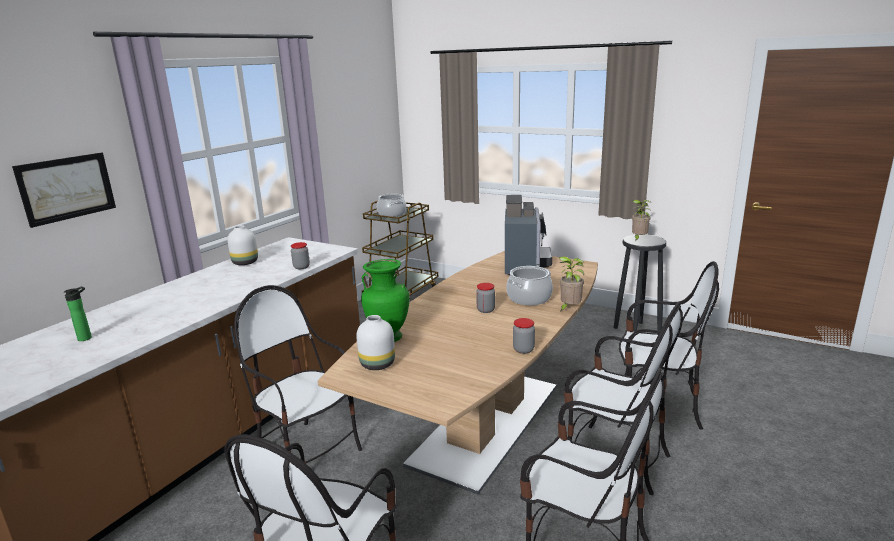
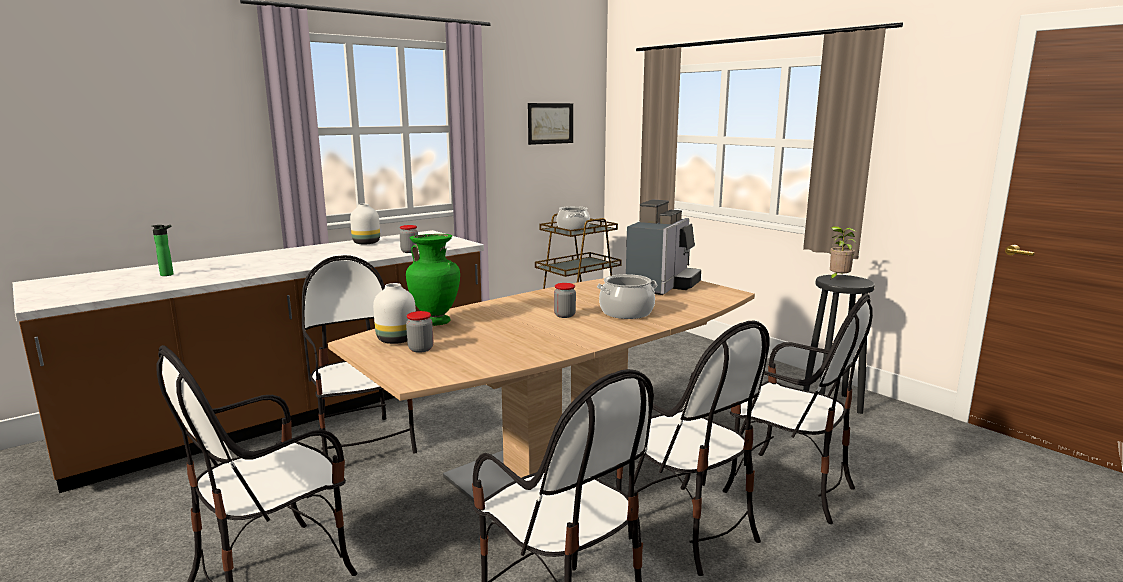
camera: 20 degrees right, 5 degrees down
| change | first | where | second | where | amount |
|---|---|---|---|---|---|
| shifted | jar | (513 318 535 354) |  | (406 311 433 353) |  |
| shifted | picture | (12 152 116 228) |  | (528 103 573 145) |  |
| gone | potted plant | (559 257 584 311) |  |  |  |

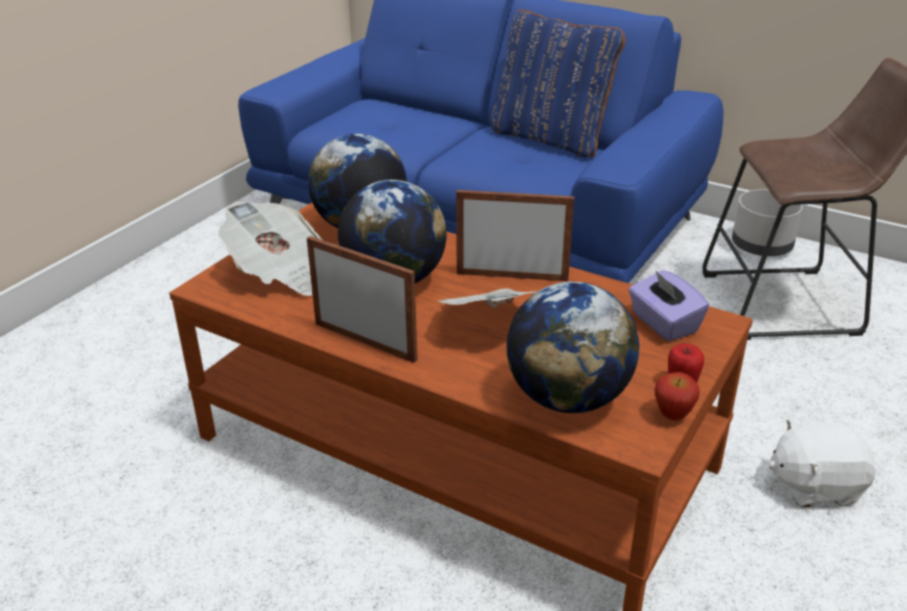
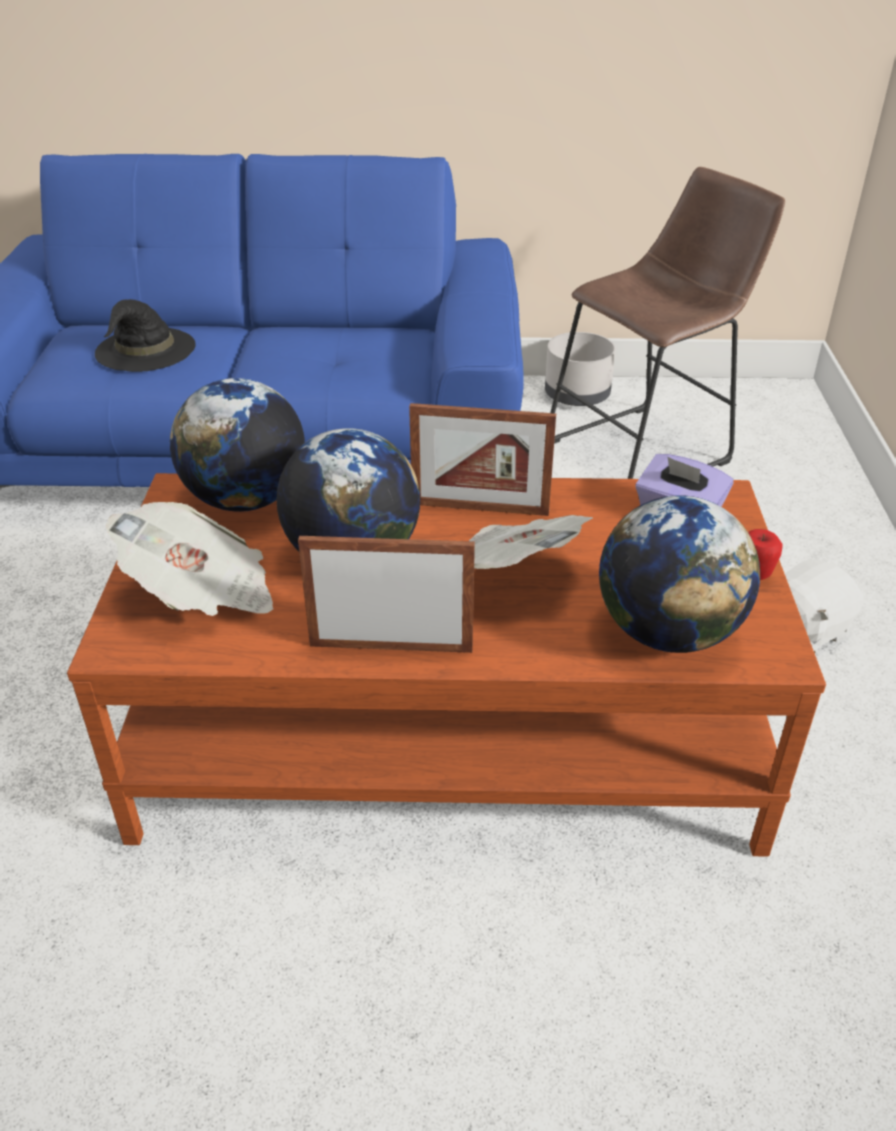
camera: 30 degrees left, 5 degrees up
| change | first | where | second | where | amount |
|---|---|---|---|---|---|
| new |  |  | black hat | (95 299 196 372) |  |
| rotated | picture frame | (456 190 574 281) |  | (409 403 556 516) | 150 degrees counterclockwise |
| gone | blue pillow | (490 10 625 158) |  |  |  |
| gone | apple | (655 372 700 420) |  |  |  |

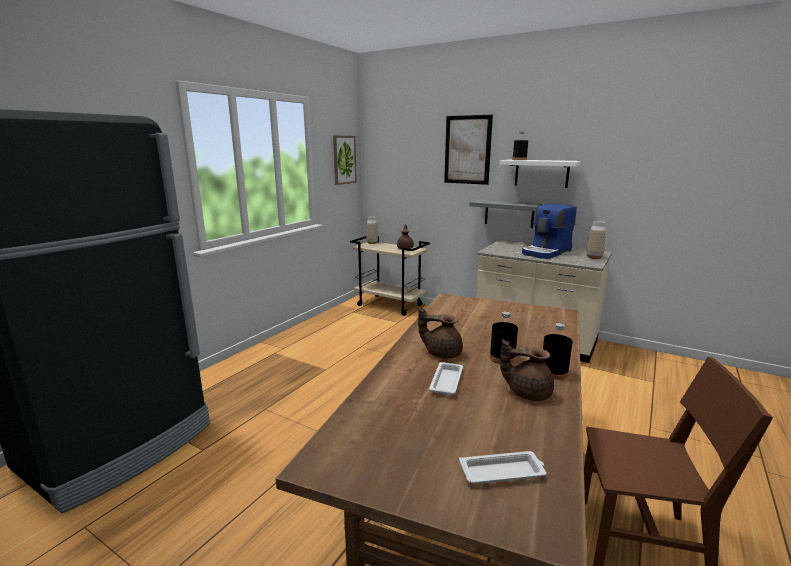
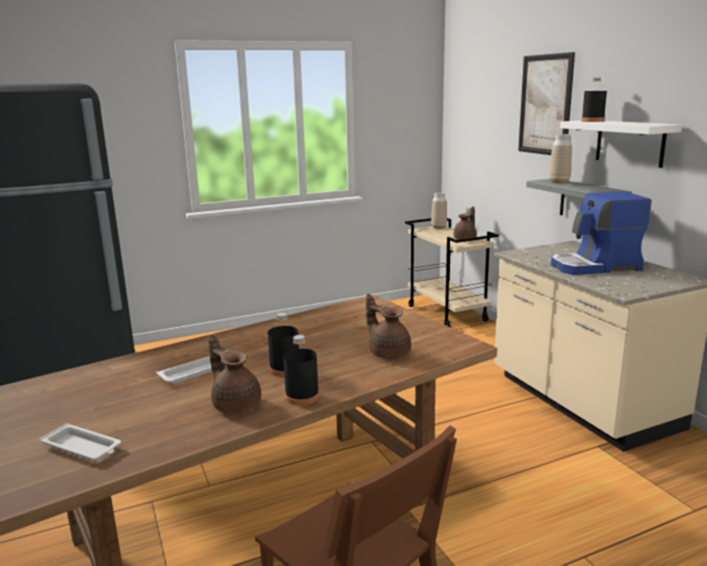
camera: 35 degrees right, 0 degrees up
| change | first | where | second | where | amount |
|---|---|---|---|---|---|
| shifted | brown teapot | (418 307 463 359) |  | (366 294 411 359) |  |
| shifted | vase | (586 221 606 259) |  | (549 134 572 184) |  |
| gone | picture | (333 135 357 185) |  |  |  |

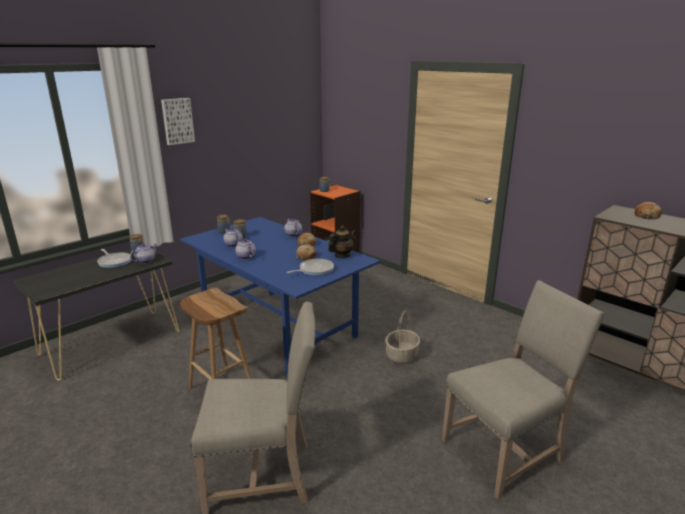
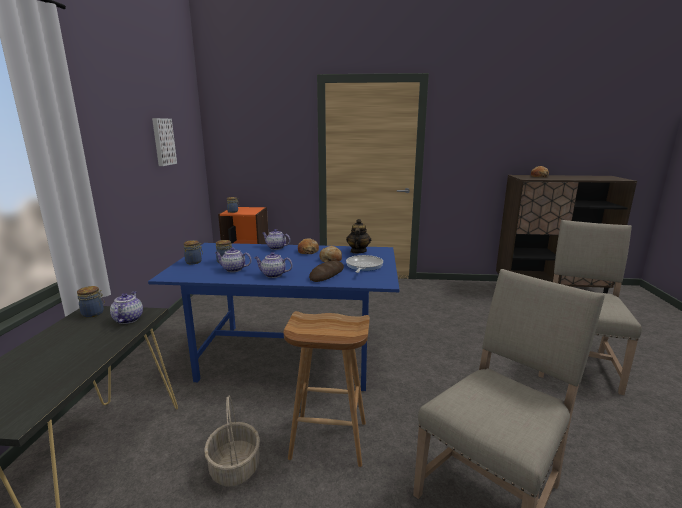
camera: 40 degrees left, 5 degrees down
| change | first | where | second | where | amount |
|---|---|---|---|---|---|
| shifted | picture | (161 98 195 145) |  | (152 118 177 166) |  |
| shifted | basket | (385 310 420 364) |  | (204 396 260 487) |  |
| new |  |  | bread | (309 261 344 282) |  |
| gone | frying pan | (97 249 131 268) |  |  |  |

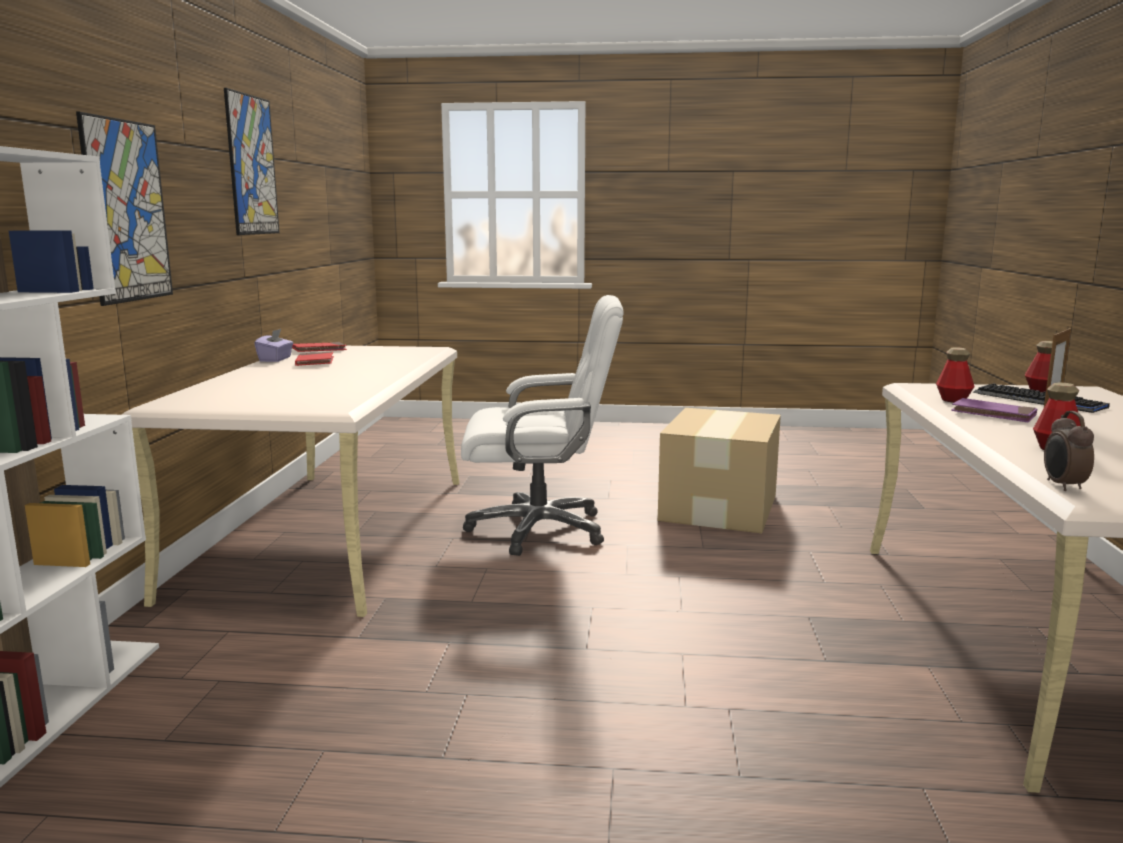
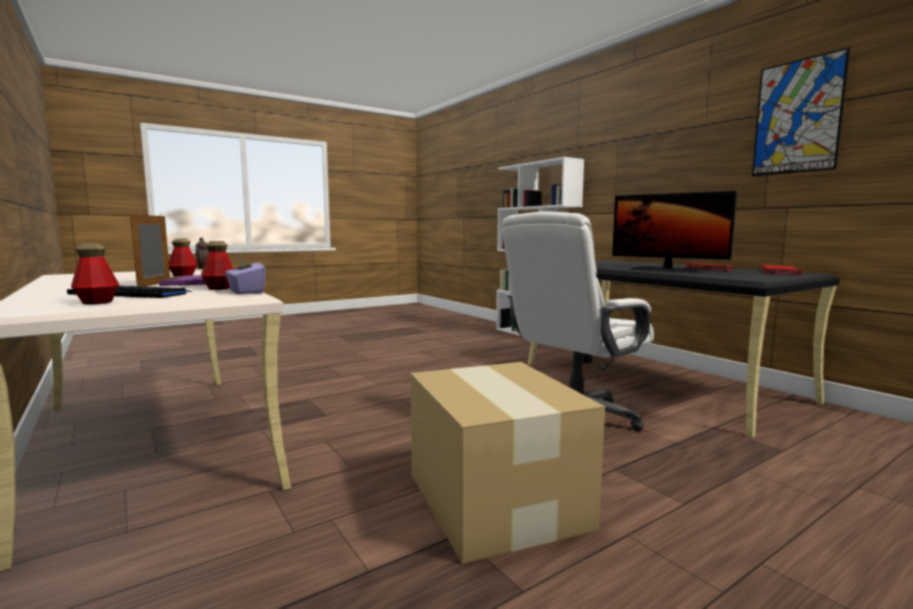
camera: 140 degrees right, 5 degrees down
| change | first | where | second | where | amount |
|---|---|---|---|---|---|
| shifted | purple tissue box | (254 329 293 362) |  | (225 255 266 294) |  |
| repainted | beige desk | (121 346 459 617) | black desk | (528 260 840 438) |  |
| new |  |  | monitor | (612 191 737 273) |  |
| gone | picture | (76 112 173 306) |  |  |  |

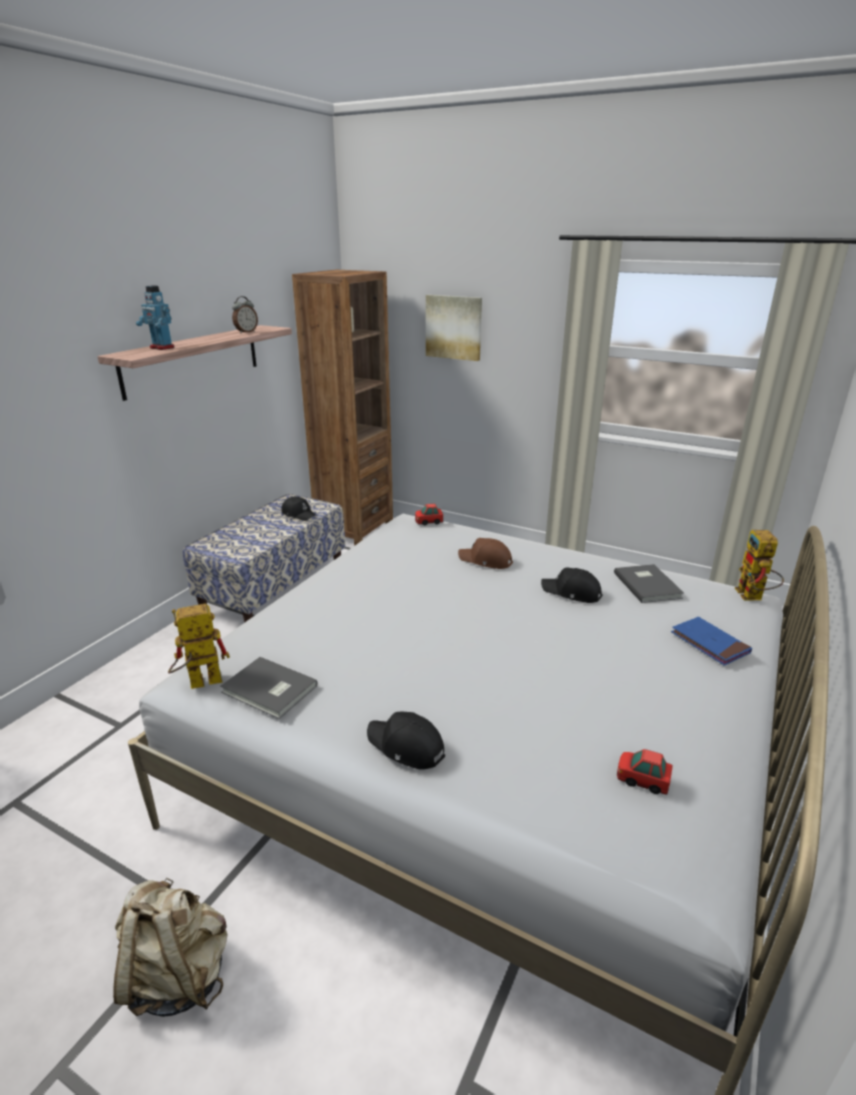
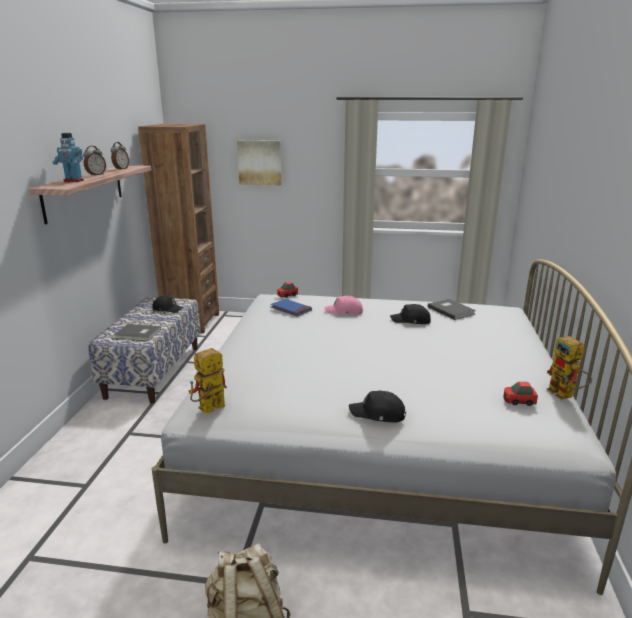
camera: 20 degrees left, 5 degrees down
| change | first | where | second | where | amount |
|---|---|---|---|---|---|
| new |  |  | alarm clock | (83 146 106 176) |  |
| shifted | grey book | (220 657 317 719) |  | (114 324 161 341) |  |
| shifted | blue book | (671 617 752 666) |  | (271 299 312 316) |  |
| repainted | brown cap | (458 538 513 569) | pink cap | (324 296 363 315) |  |
| shifted | toy robot | (735 530 784 601) |  | (546 336 592 400) |  |

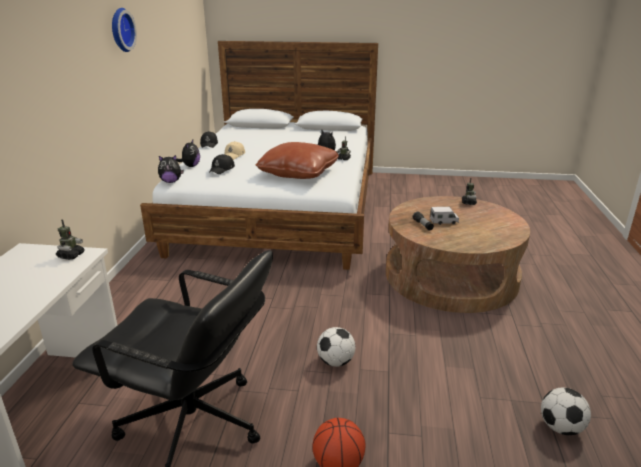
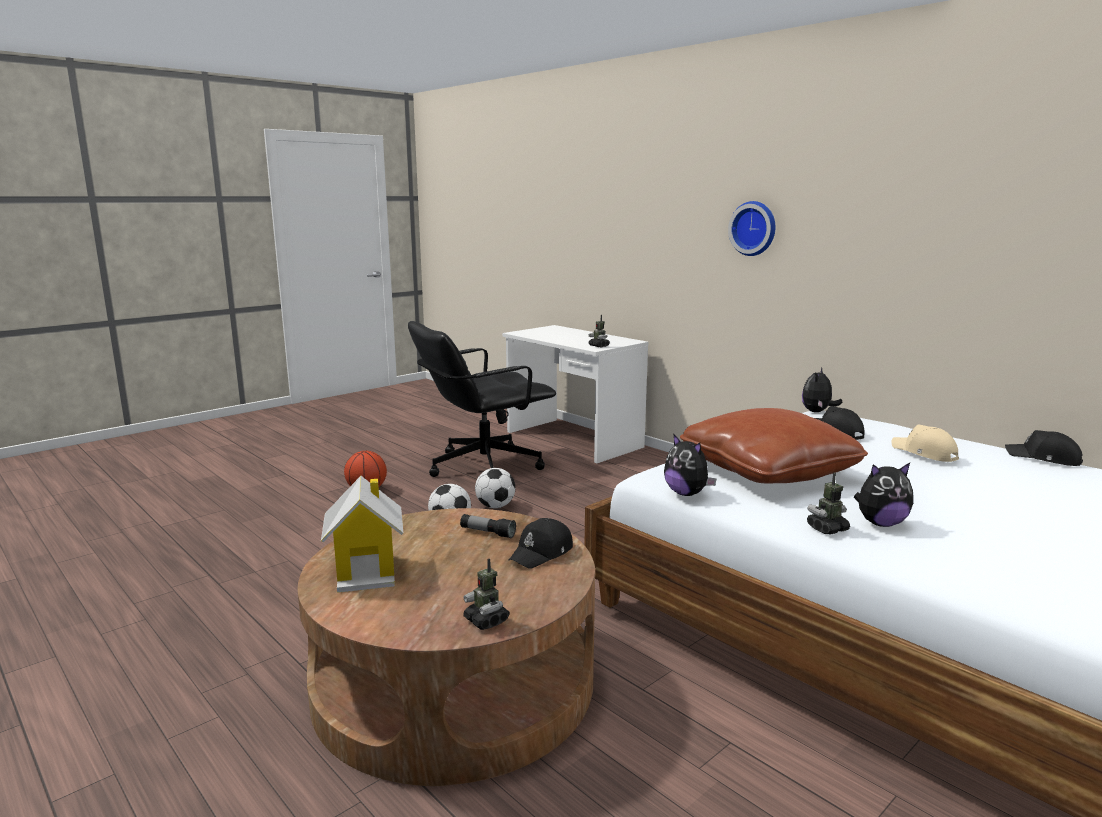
camera: 130 degrees right, 10 degrees down
| change | first | where | second | where | amount |
|---|---|---|---|---|---|
| new |  |  | toy house | (321 476 403 593) |  |
| shifted | football | (541 388 591 435) |  | (475 468 515 508) |  |
| new |  |  | black cap | (509 518 573 569) |  |
| shifted | plush toy | (176 140 200 167) |  | (664 435 716 496) |  |
| shifted | wall clock | (112 8 137 52) |  | (728 201 775 256) |  |
| gone | toy truck | (430 207 459 225) |  |  |  |

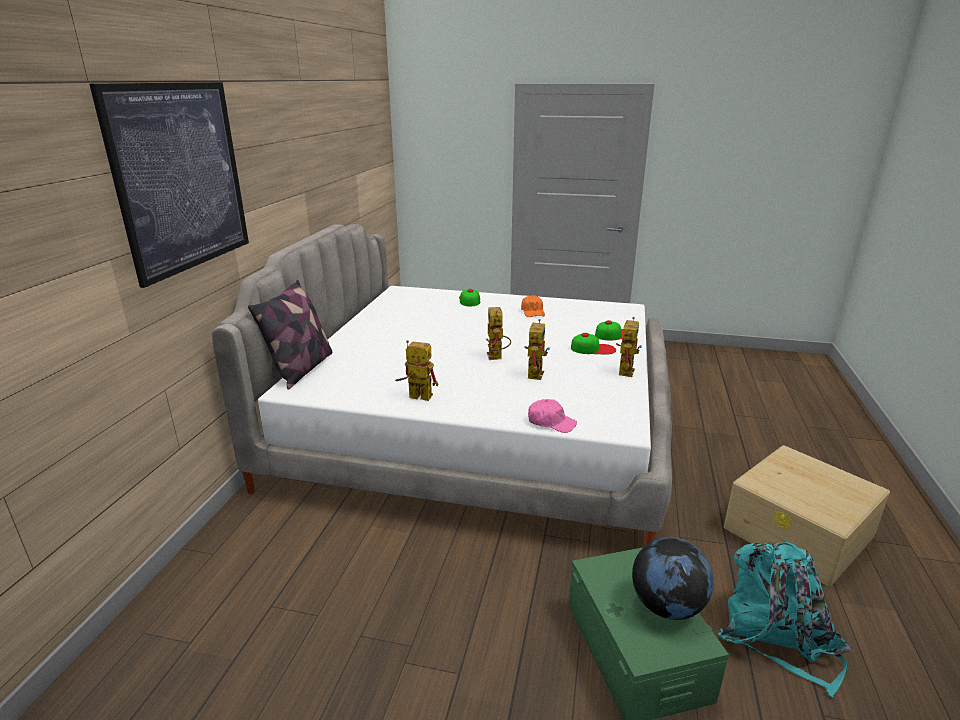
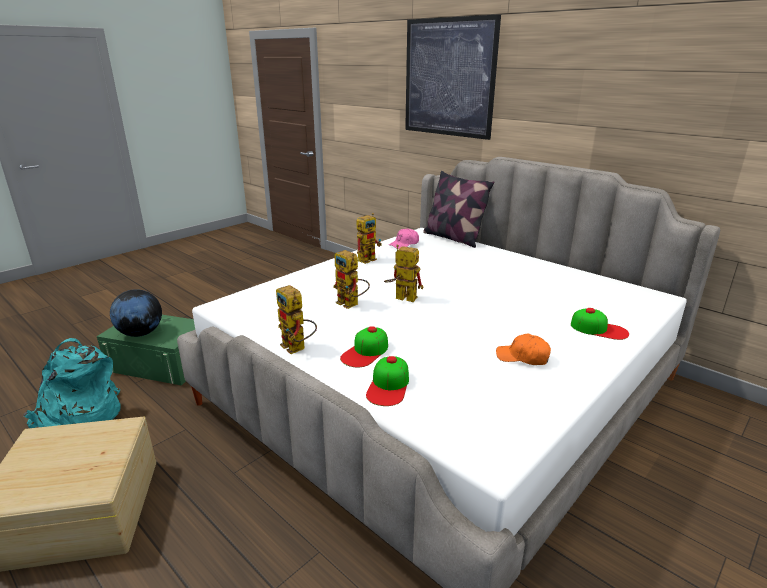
camera: 120 degrees right, 0 degrees up
| change | first | where | second | where | amount |
|---|---|---|---|---|---|
| shifted | pink cap | (528 399 577 433) |  | (389 228 419 249) |  |

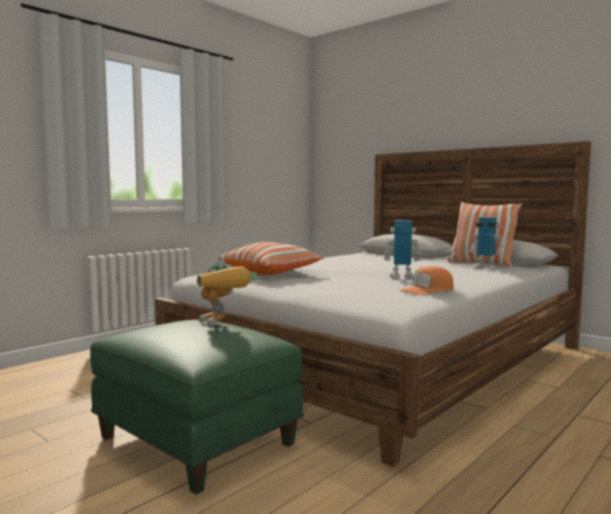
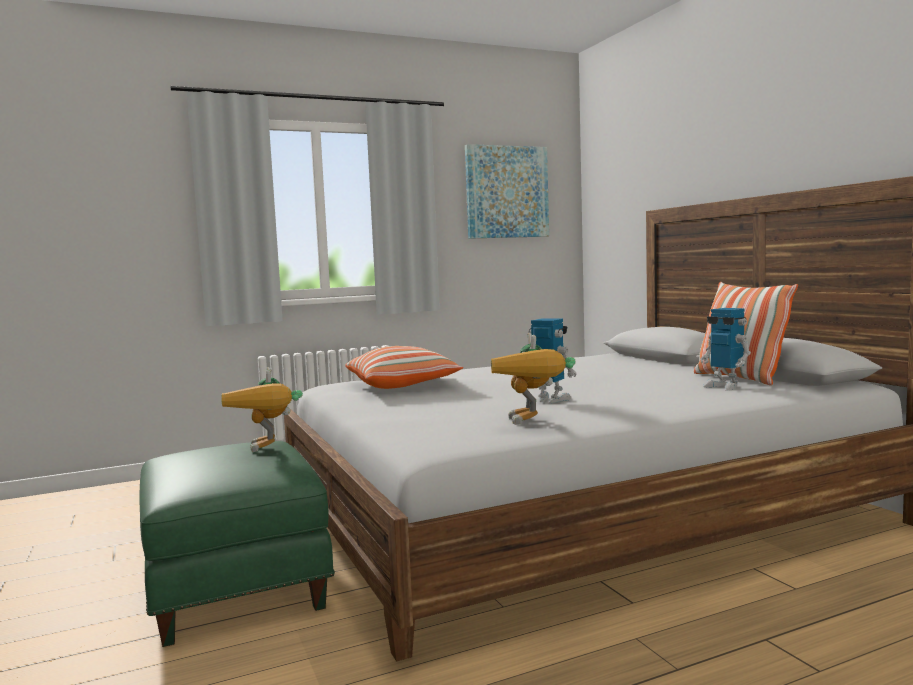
camera: 25 degrees right, 0 degrees up
| change | first | where | second | where | amount |
|---|---|---|---|---|---|
| new |  |  | picture | (465 144 549 239) |  |
| swapped | orange cap | (399 266 454 295) | toy robot | (491 333 576 425) |  |

